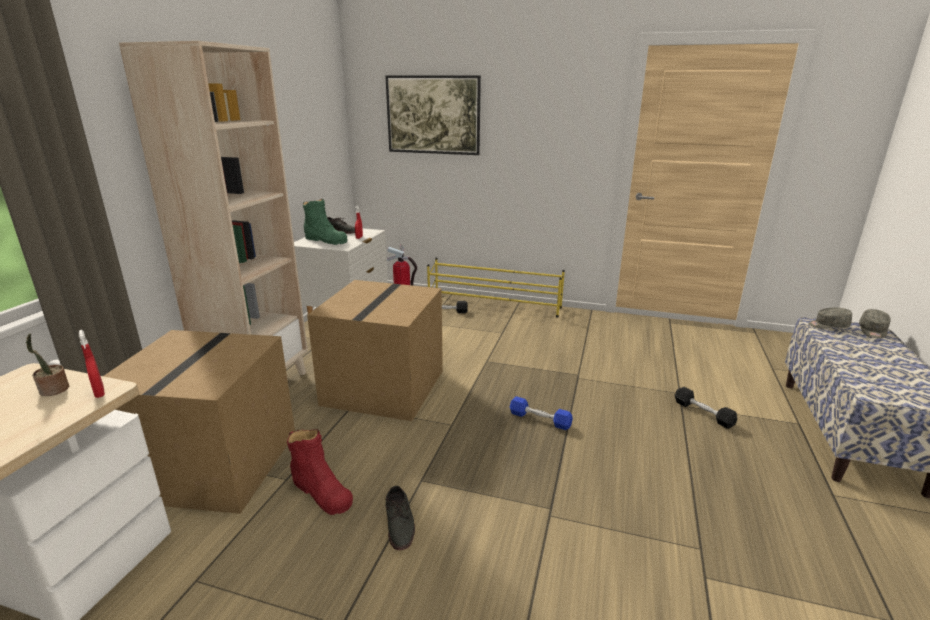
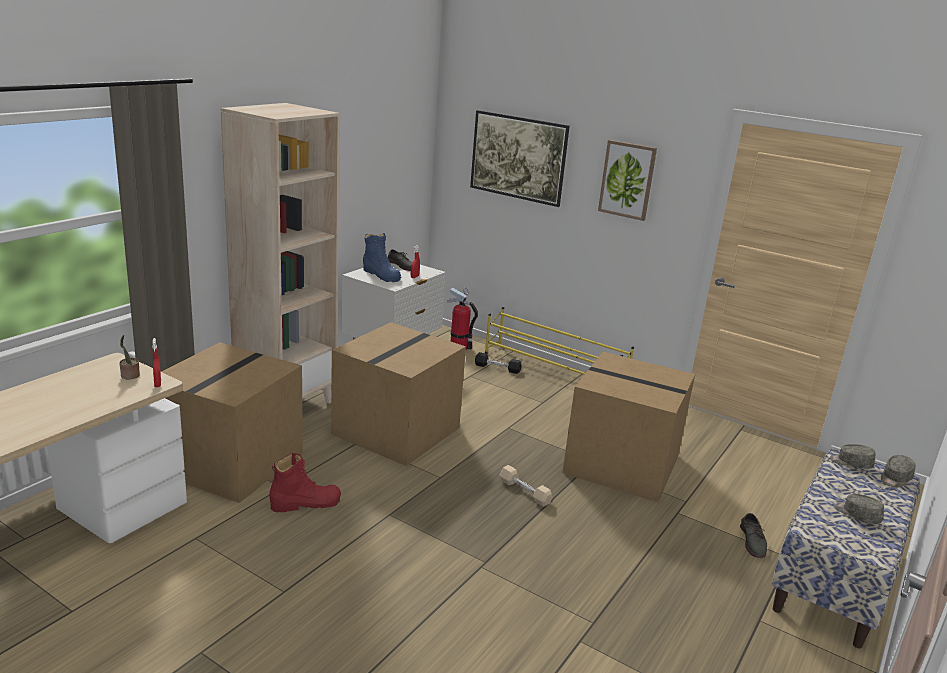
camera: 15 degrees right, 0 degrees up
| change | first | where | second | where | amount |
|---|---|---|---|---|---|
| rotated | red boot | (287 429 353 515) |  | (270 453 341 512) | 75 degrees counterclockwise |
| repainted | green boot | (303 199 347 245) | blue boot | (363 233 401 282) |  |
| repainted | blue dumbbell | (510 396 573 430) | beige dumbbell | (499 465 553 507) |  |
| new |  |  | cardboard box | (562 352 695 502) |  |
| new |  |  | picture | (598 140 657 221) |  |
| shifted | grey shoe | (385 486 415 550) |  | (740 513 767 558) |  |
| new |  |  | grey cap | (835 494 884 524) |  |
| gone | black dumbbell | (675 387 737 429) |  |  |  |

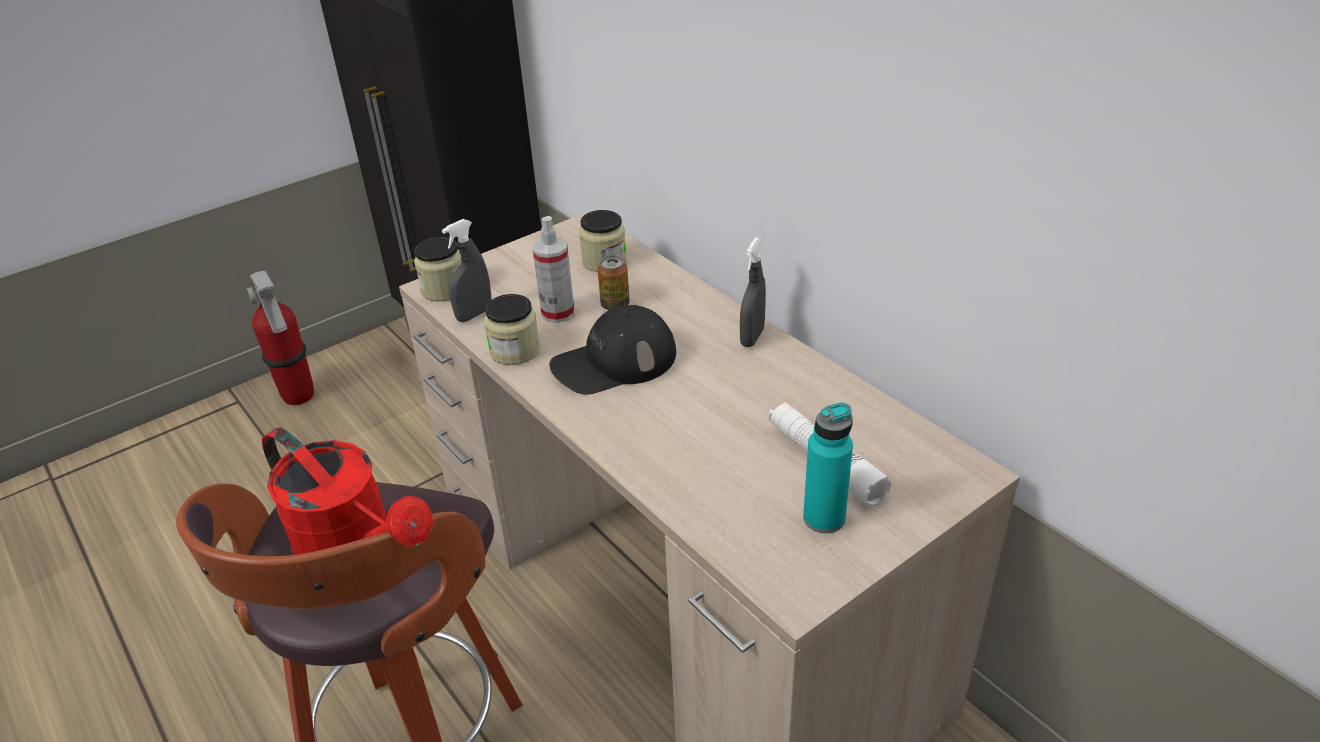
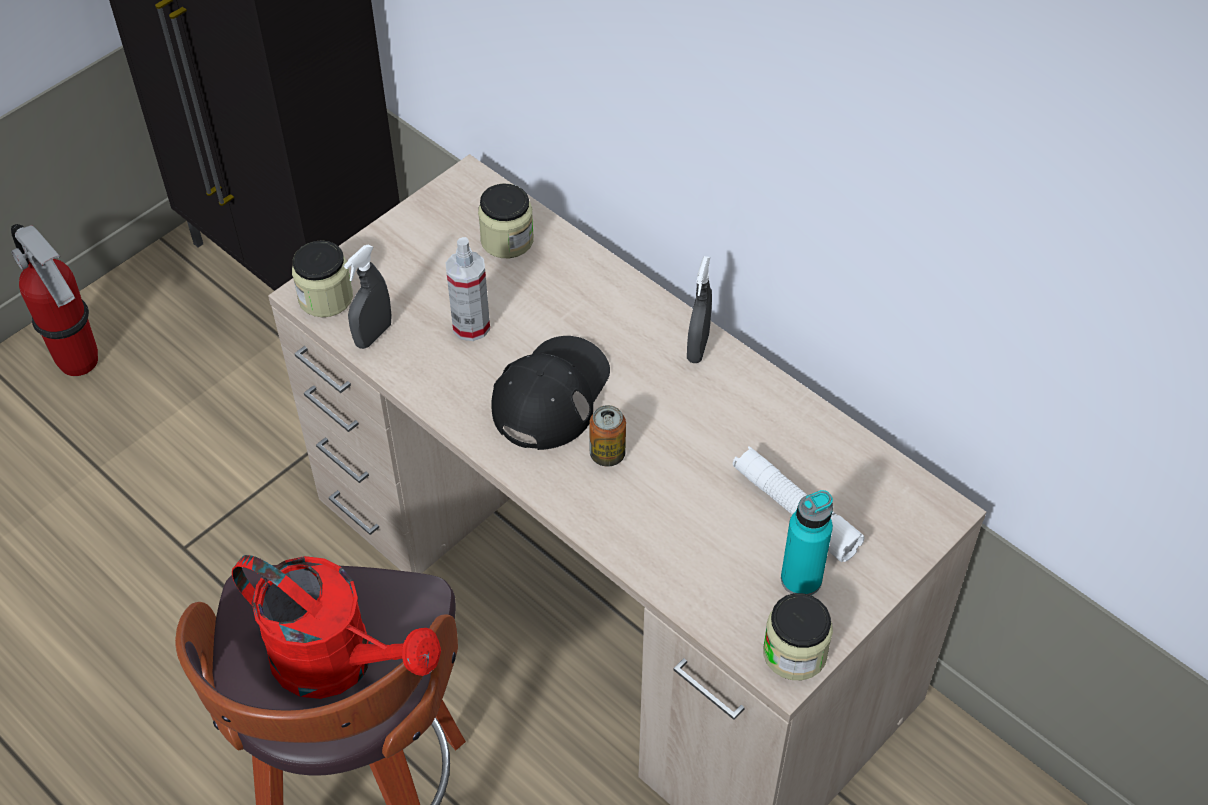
camera: 10 degrees left, 15 degrees up
| change | first | where | second | where | amount |
|---|---|---|---|---|---|
| rotated | black cap | (549 305 676 394) |  | (491 336 610 450) | 150 degrees clockwise |
| shifted | can | (598 256 630 310) |  | (589 405 626 467) |  |
| shifted | jar | (484 294 540 365) |  | (763 593 833 680) |  |

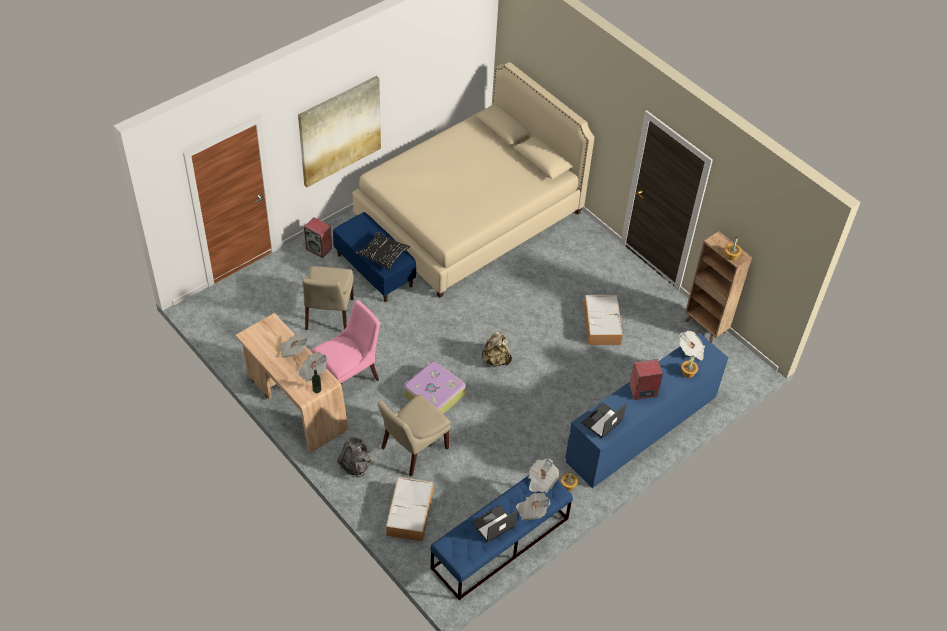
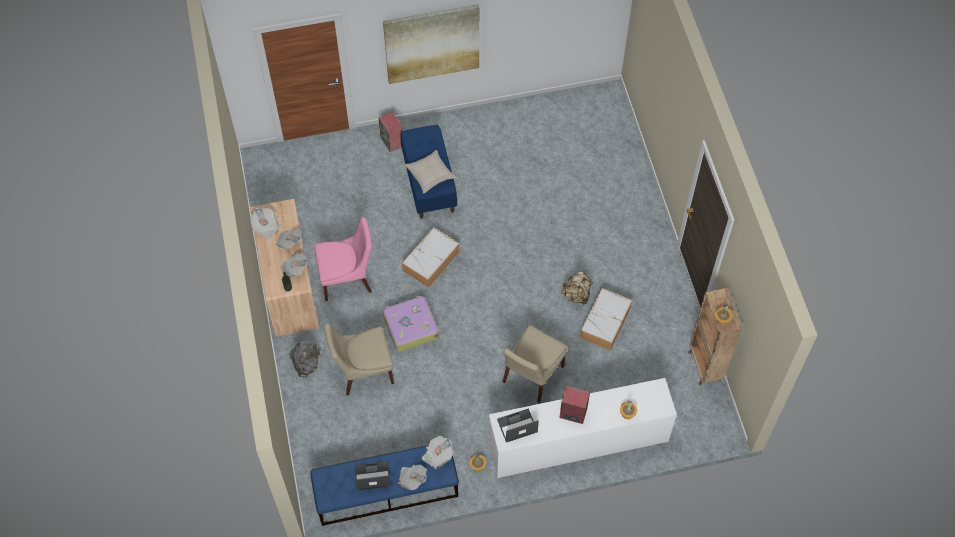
camera: 30 degrees right, 10 degrees up
| change | first | where | second | where | amount |
|---|---|---|---|---|---|
| shifted | newspaper | (680 331 705 360) |  | (250 207 279 239) |  |
| shifted | storage box | (386 476 433 542) |  | (402 227 460 288) |  |
| repainted | black pillow | (356 231 410 270) | beige pillow | (404 150 457 194) |  |
| repainted | blue dresser | (565 333 729 488) | white dresser | (488 378 677 478) |  |
| shifted | beige chair | (302 266 354 330) |  | (502 325 567 403) |  |
| shifted | beige backpack | (482 331 512 367) |  | (561 271 593 305) |  |
| gone | beige bed | (353 62 595 298) |  |  |  |

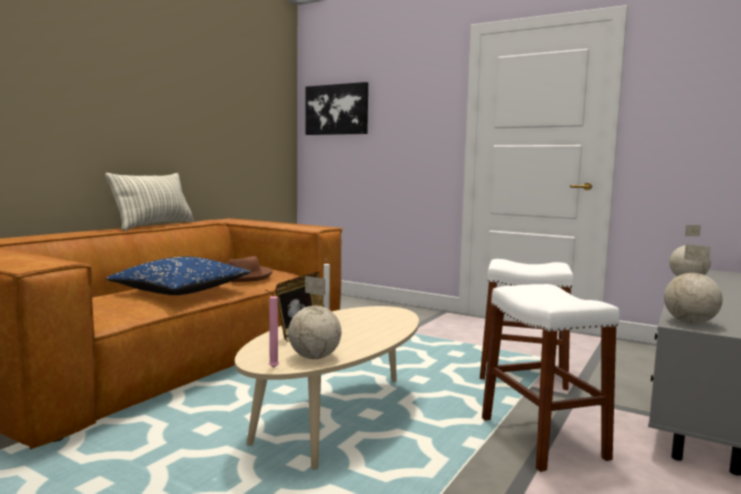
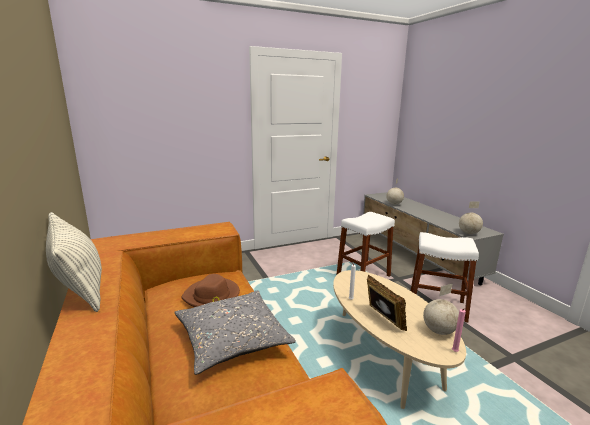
camera: 55 degrees left, 10 degrees up
| change | first | where | second | where | amount |
|---|---|---|---|---|---|
| repainted | blue pillow | (106 257 251 295) | grey pillow | (174 290 296 375) |  |
| gone | picture | (305 82 368 135) |  |  |  |

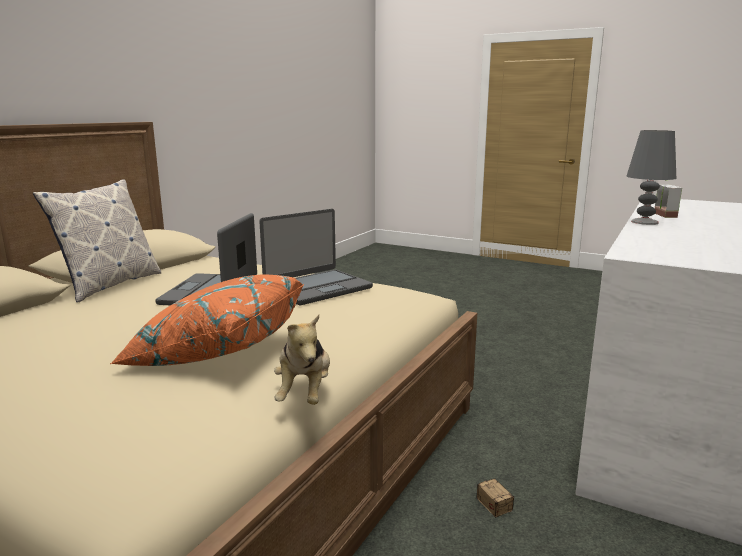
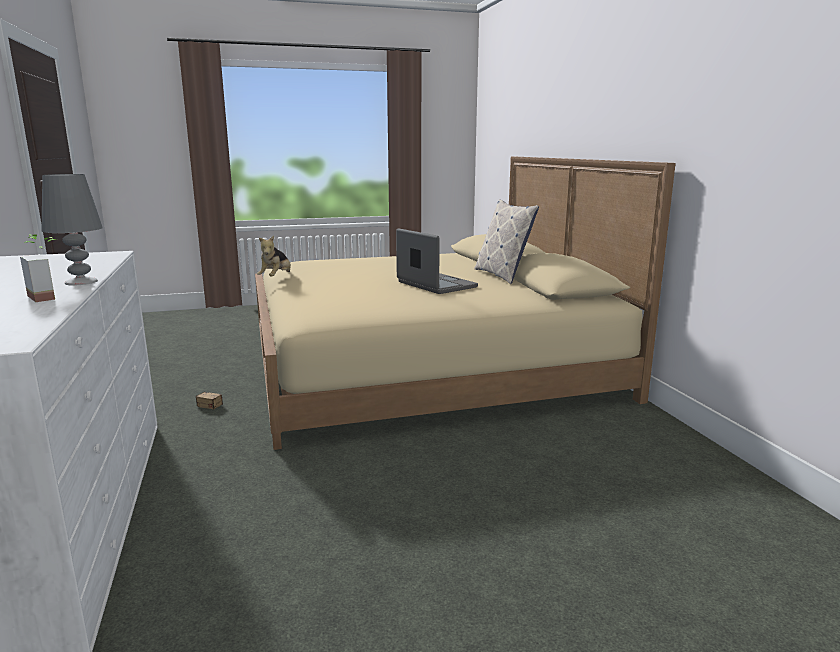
camera: 135 degrees right, 0 degrees up
| change | first | where | second | where | amount |
|---|---|---|---|---|---|
| rotated | plush toy | (274 315 330 405) |  | (257 236 291 276) | 120 degrees counterclockwise |
| gone | orange pillow | (110 275 304 366) |  |  |  |
| gone | laptop | (259 209 373 305) |  |  |  |

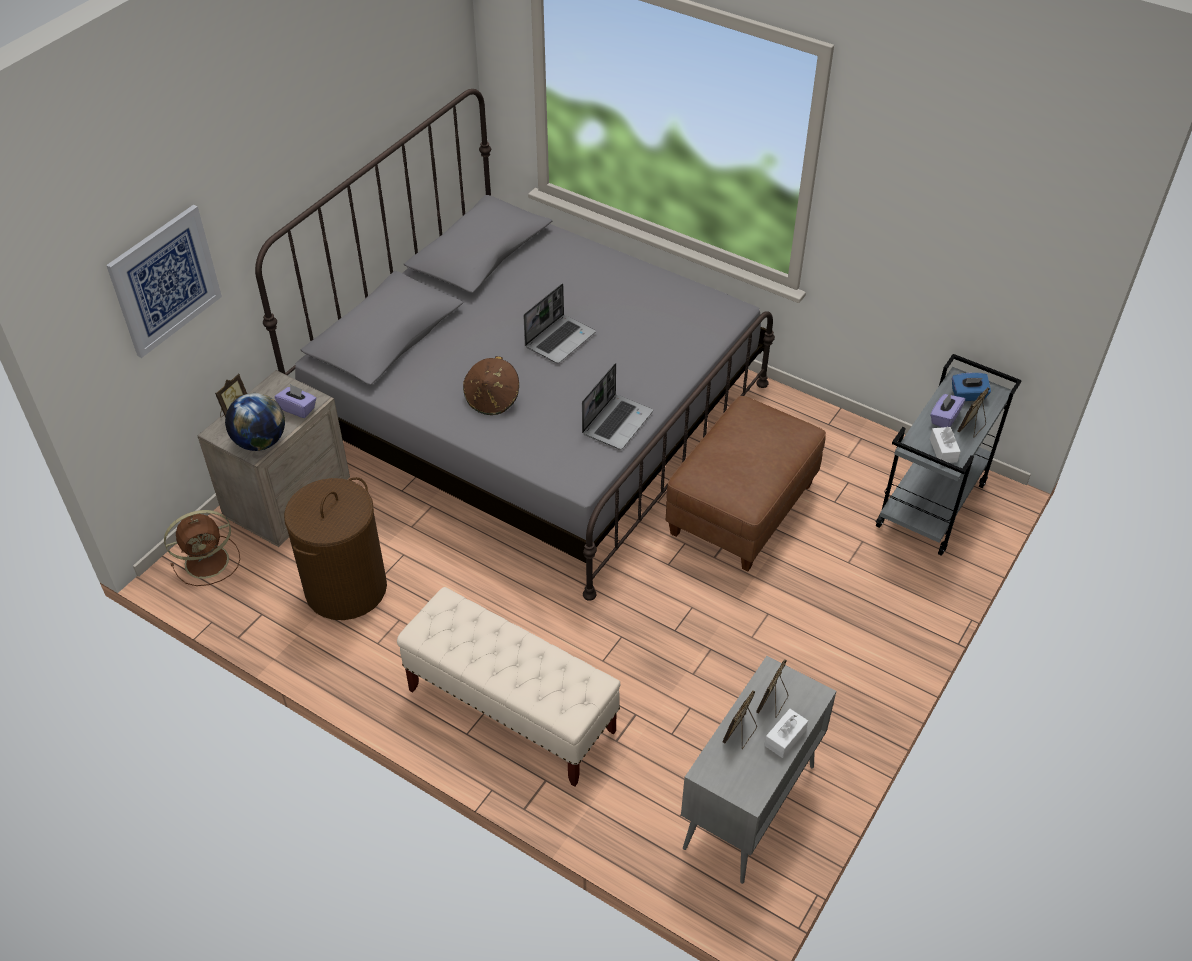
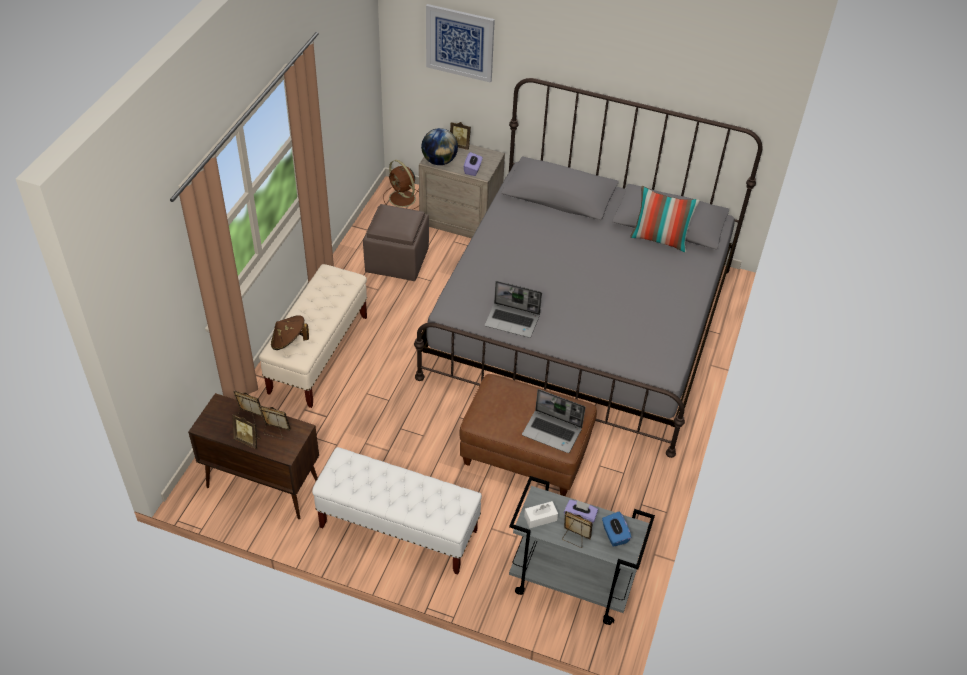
camera: 75 degrees right, 0 degrees up
| change | first | where | second | where | amount |
|---|---|---|---|---|---|
| repainted | grey cabinet | (681 656 836 884) | brown cabinet | (188 393 319 519) |  |
| swapped | white tissue box | (764 709 808 758) | picture frame | (232 414 261 449) |  |
| shifted | brown hat | (463 356 519 415) |  | (271 315 309 350) |  |
| new |  |  | white bench | (312 447 482 575) |  |
| swapped | brown laundry basket | (284 477 387 620) | brown ottoman | (363 204 429 281) |  |
| shifted | laptop | (523 283 596 363) |  | (522 389 586 453) |  |
| new |  |  | pillow | (630 186 700 252) |  |

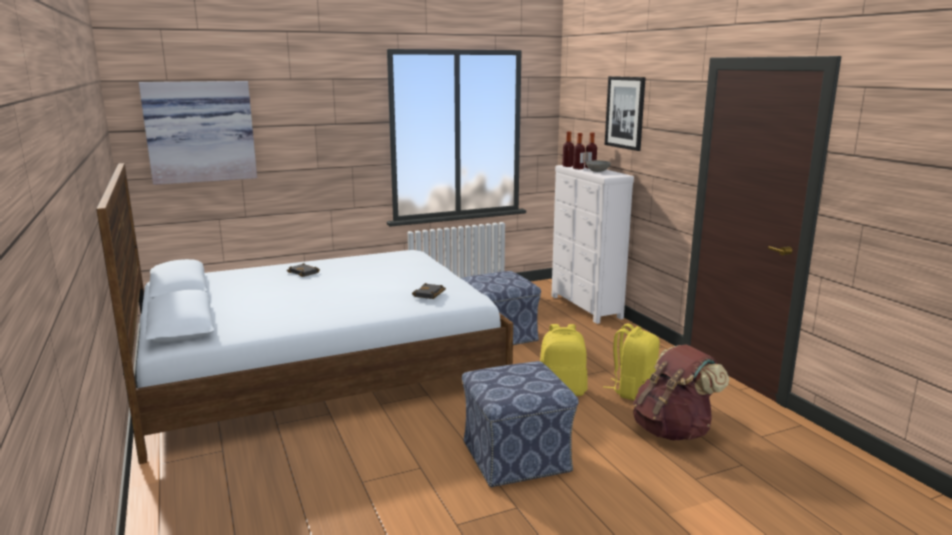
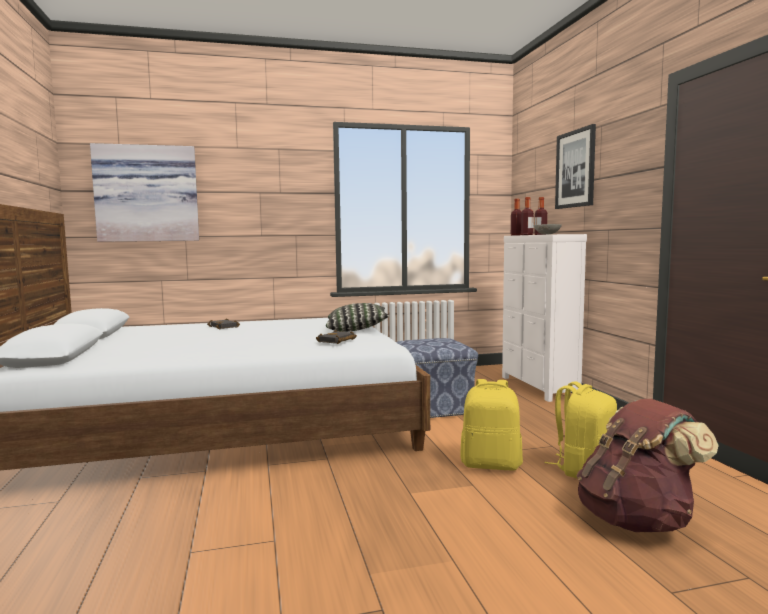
camera: 10 degrees right, 10 degrees down
| change | first | where | second | where | amount |
|---|---|---|---|---|---|
| new |  |  | pillow | (326 303 389 332) |  |
| gone | ottoman | (462 361 579 487) |  |  |  |

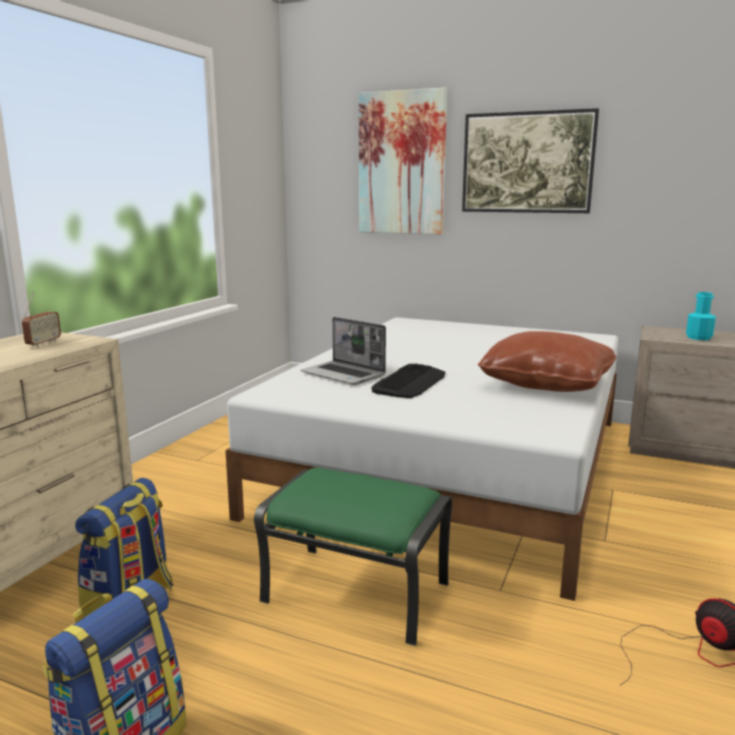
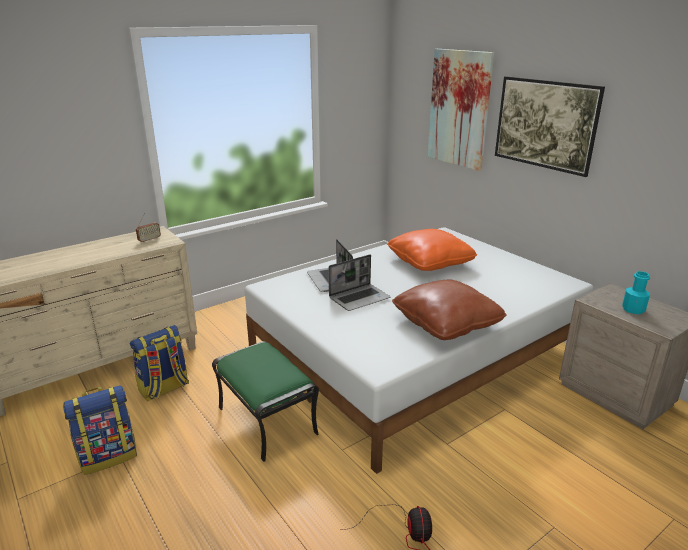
camera: 30 degrees right, 10 degrees up
| change | first | where | second | where | amount |
|---|---|---|---|---|---|
| swapped | keyboard | (371 364 446 398) | laptop | (329 255 390 311) |  |
| new |  |  | orange pillow | (387 229 477 271) |  |

